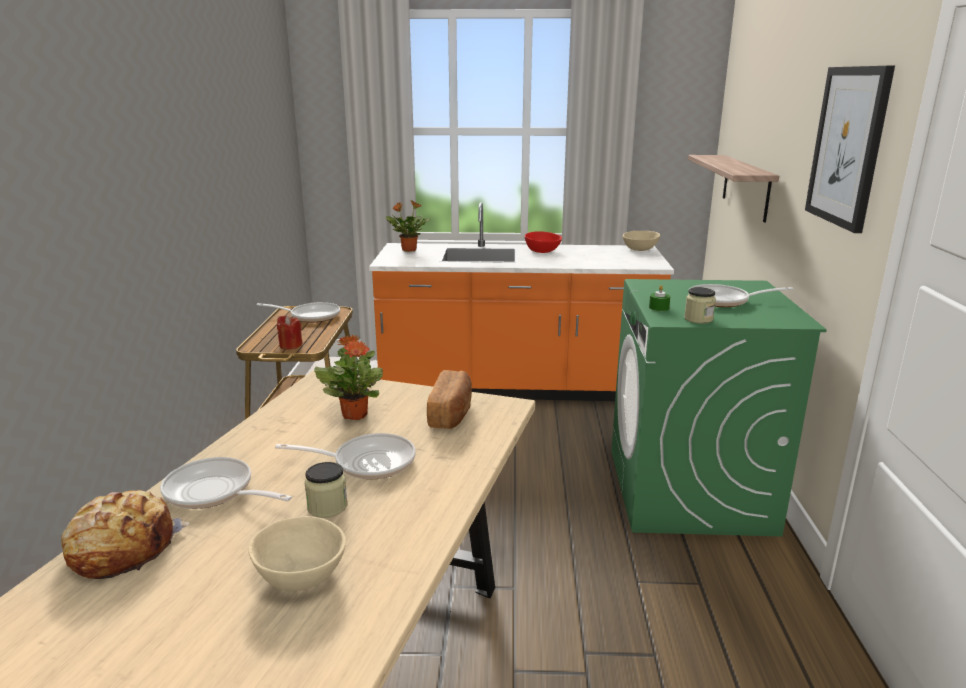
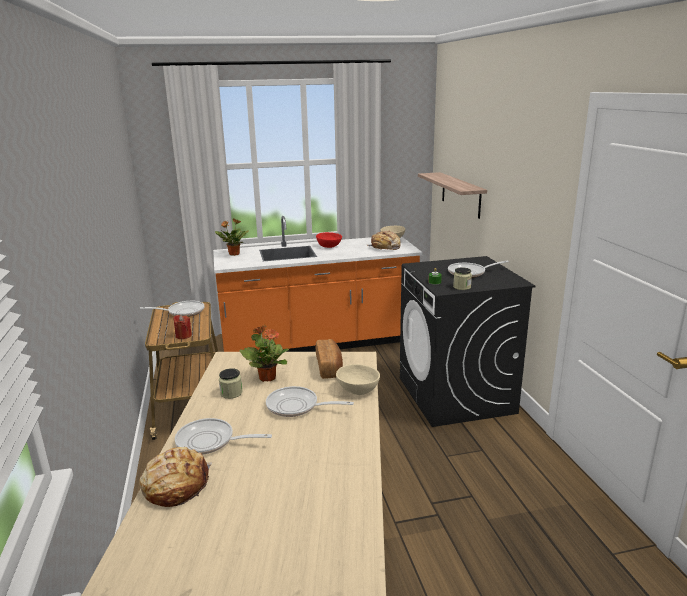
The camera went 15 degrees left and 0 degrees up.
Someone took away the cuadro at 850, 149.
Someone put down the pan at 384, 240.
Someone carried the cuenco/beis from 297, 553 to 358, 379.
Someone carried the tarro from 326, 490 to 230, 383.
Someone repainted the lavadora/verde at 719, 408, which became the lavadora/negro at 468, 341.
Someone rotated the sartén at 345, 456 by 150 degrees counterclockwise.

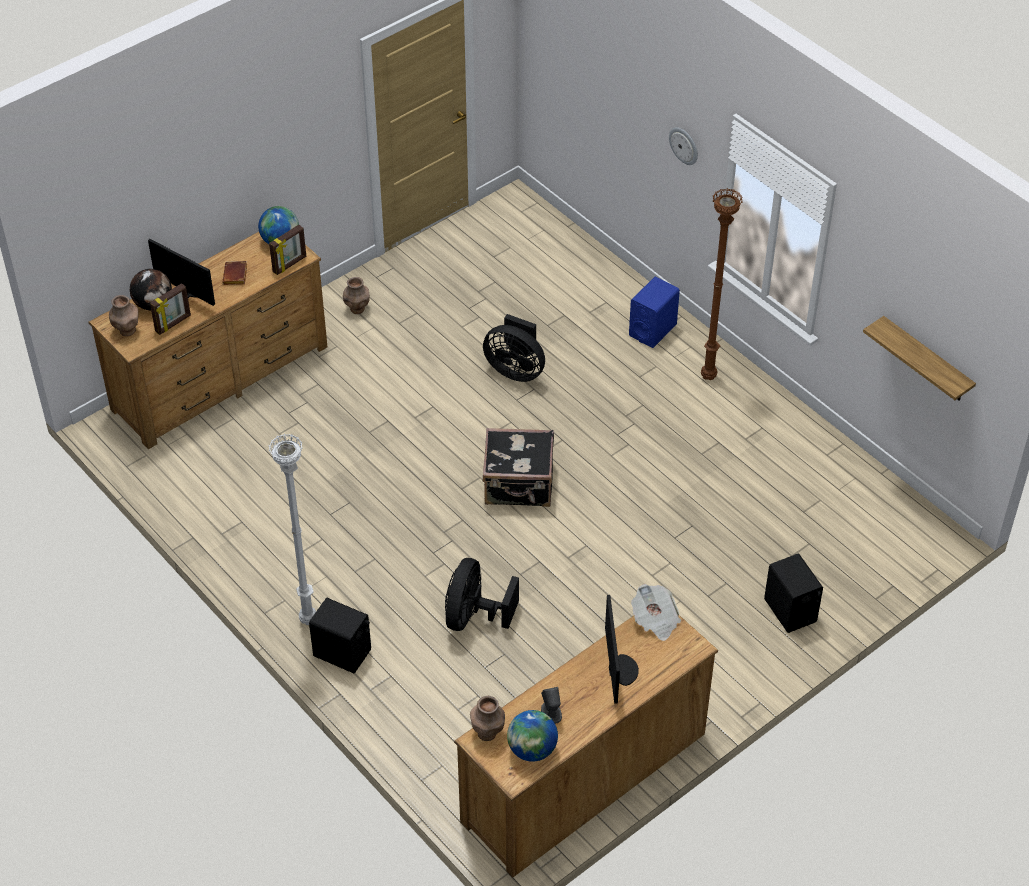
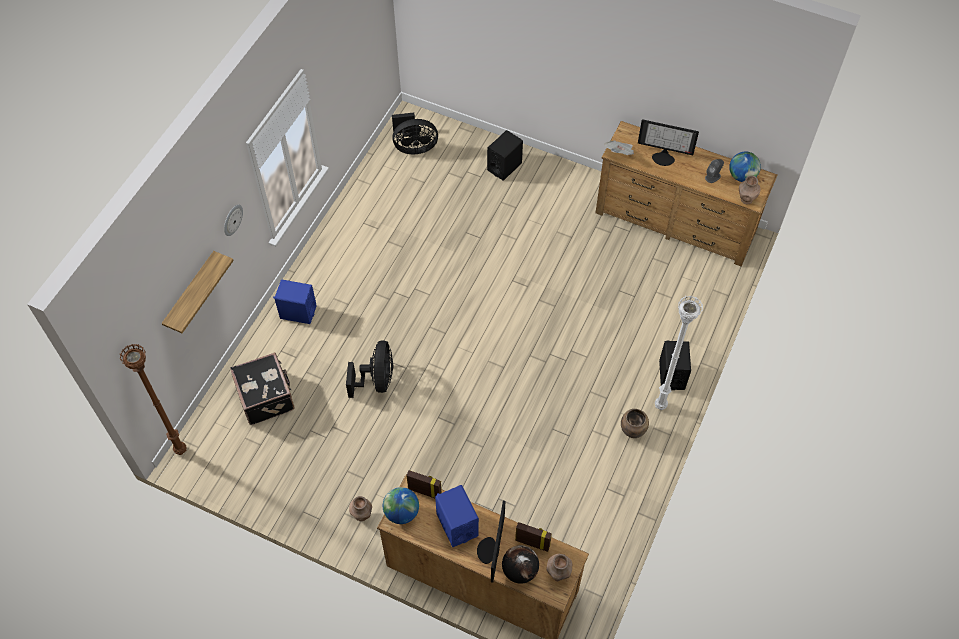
The camera went 115 degrees left and 10 degrees up.
Someone put down the florero/marrón at 635, 423.
Someone carried the ventilador/negro from 482, 594 to 415, 133.
Someone carried the maleta/negro from 518, 467 to 262, 389.
Someone carried the lámpara de pie/marrón from 722, 284 to 153, 399.
Someone carried the estante from 919, 358 to 197, 292.
Someone swapped the libro/marrón at 234, 273 for the altavoz/azul at 457, 516.
Someone rotated the monitor at 622, 649 by 135 degrees counterclockwise.

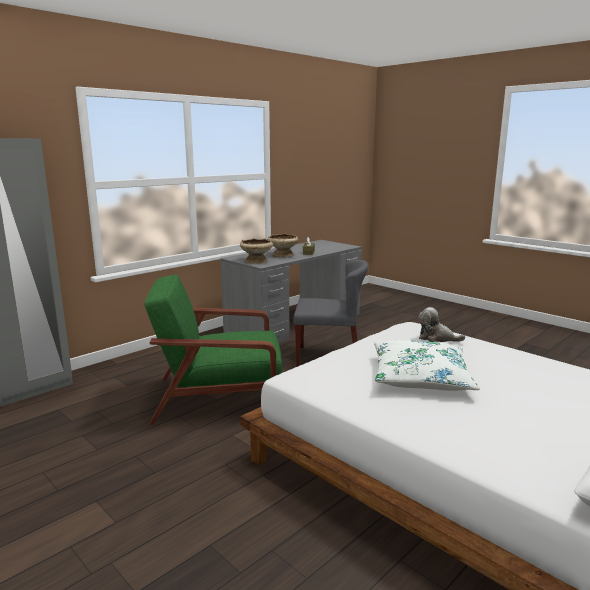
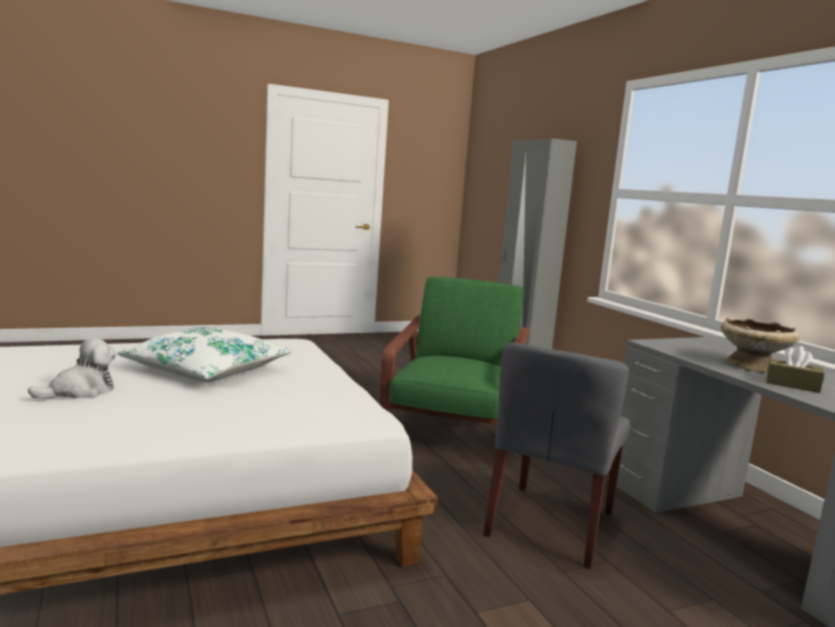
The camera went 110 degrees right and 5 degrees down.
Someone took away the cuenco/beis at 256, 251.
Someone carried the peluche from 441, 324 to 72, 368.

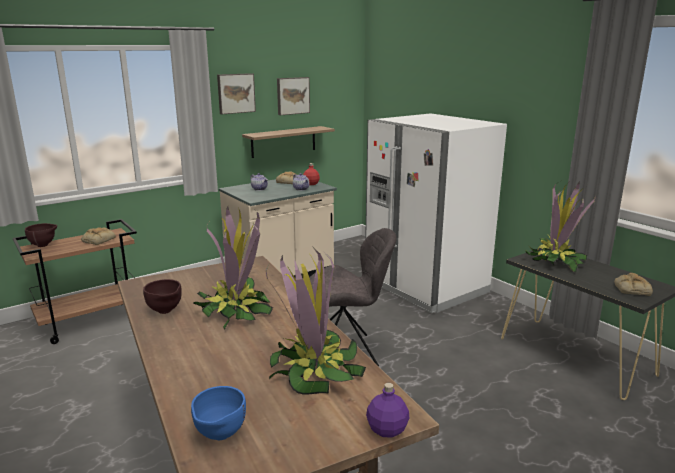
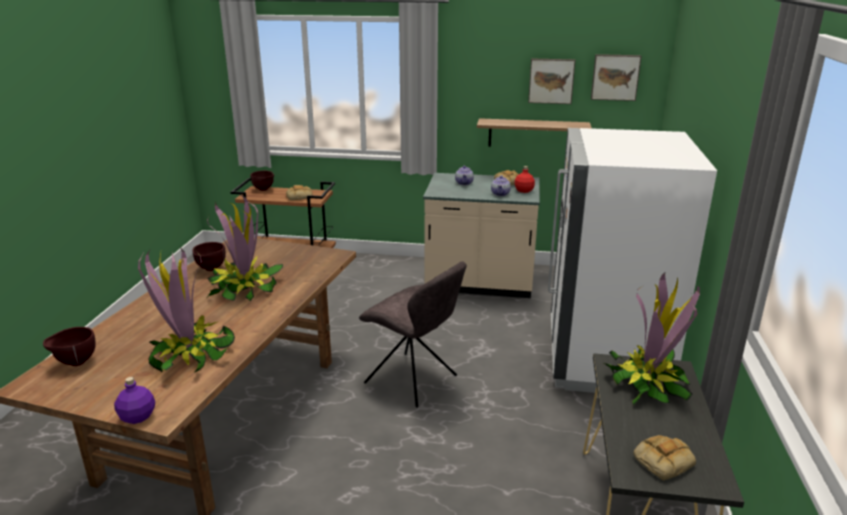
The camera went 45 degrees right and 5 degrees up.
Someone carried the cuadro from 236, 93 to 616, 77.
Someone repainted the cuenco/azul at 218, 413, which became the cuenco/marrón at 69, 346.

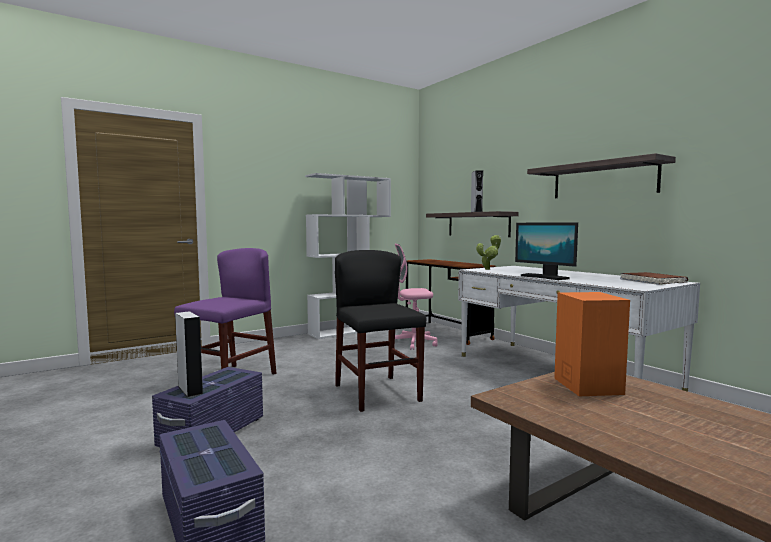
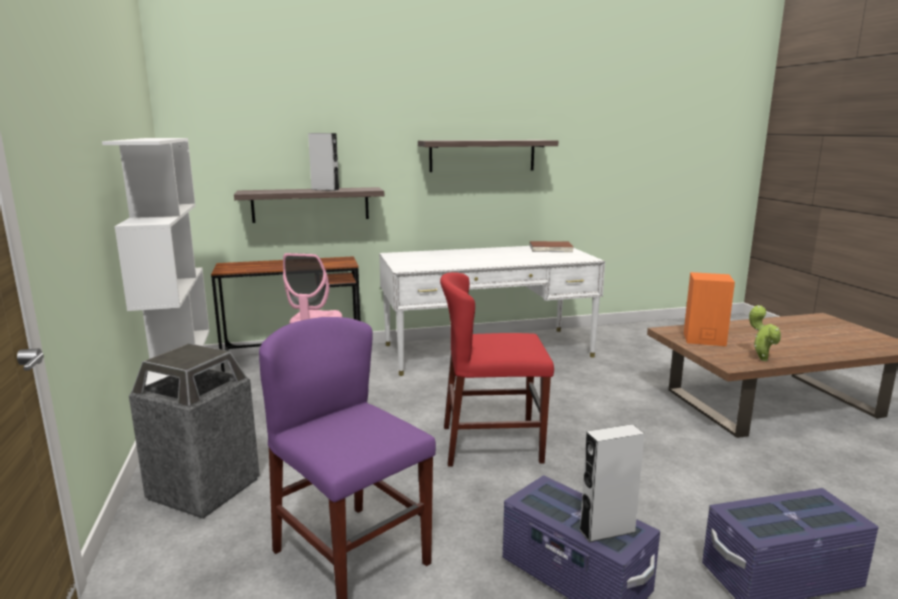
The camera went 70 degrees left and 10 degrees up.
Someone took away the monitor at 546, 251.
Someone put down the papelera at 194, 431.
Someone carried the planta en maceta from 488, 252 to 765, 333.
Someone repainted the silla/negro at 380, 331, which became the silla/rojo at 497, 369.

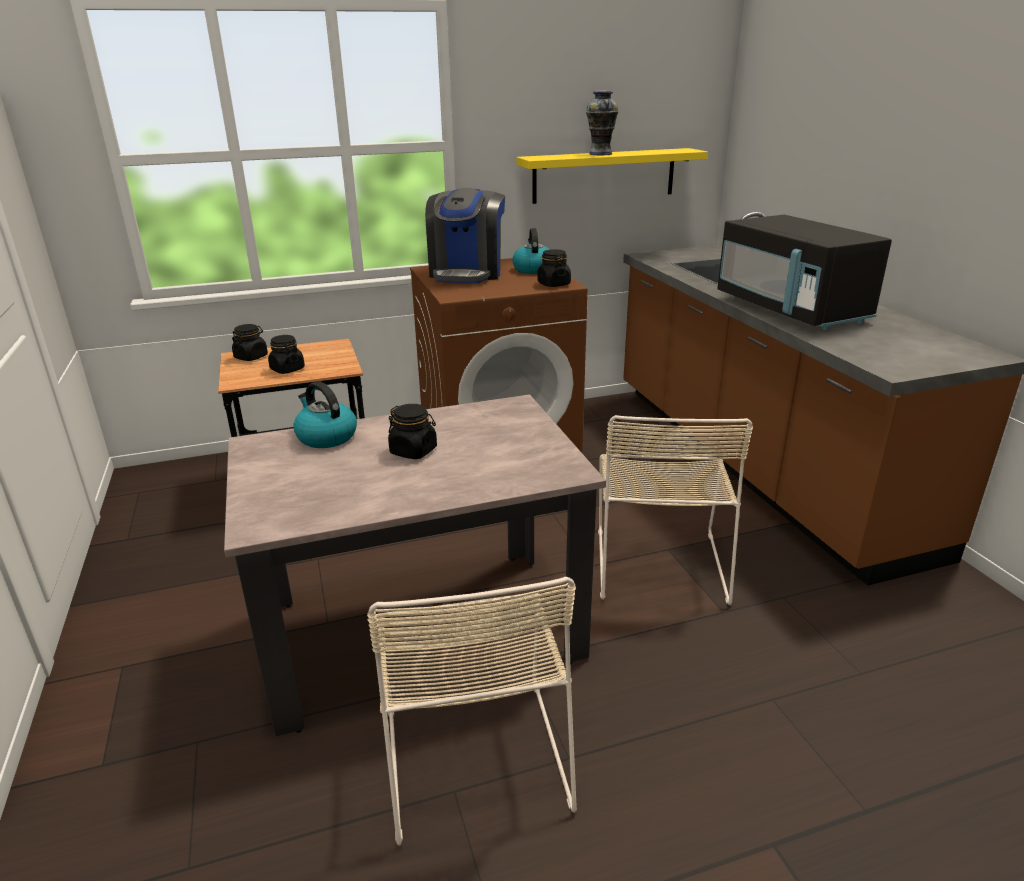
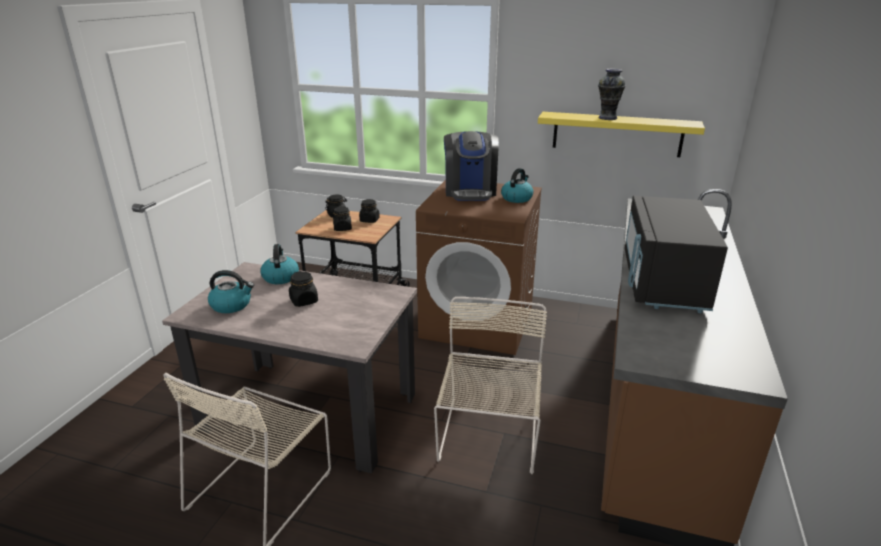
The camera went 35 degrees right and 0 degrees up.
Someone put down the hervidor at 231, 291.
Someone carried the tarro/negro from 554, 268 to 369, 211.
Someone rotated the cafetera at 465, 235 by 45 degrees counterclockwise.
Someone rotated the silla/beis at 675, 510 by 150 degrees clockwise.

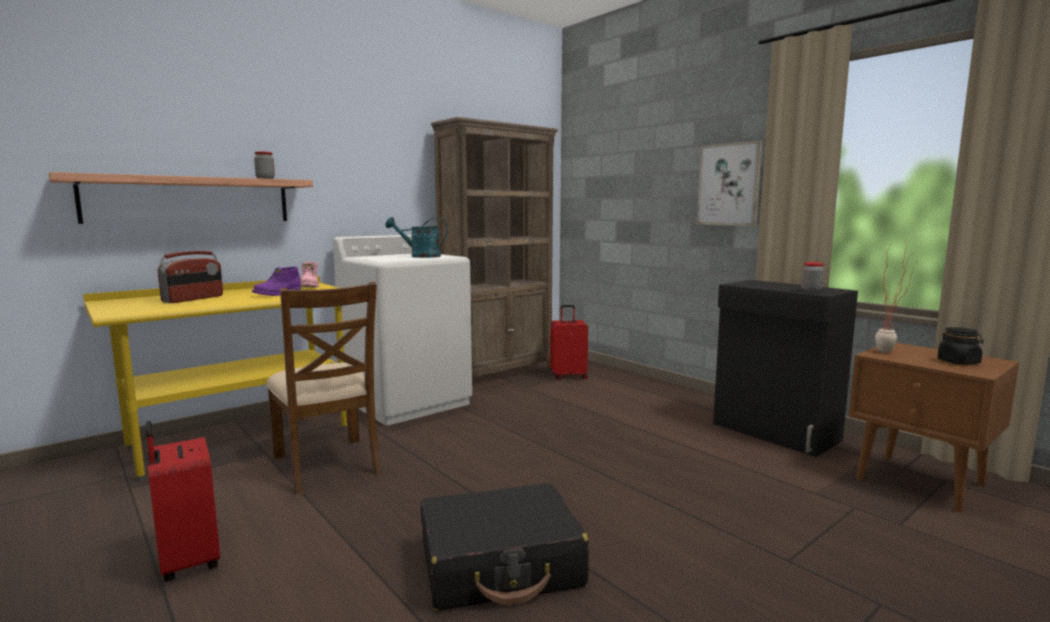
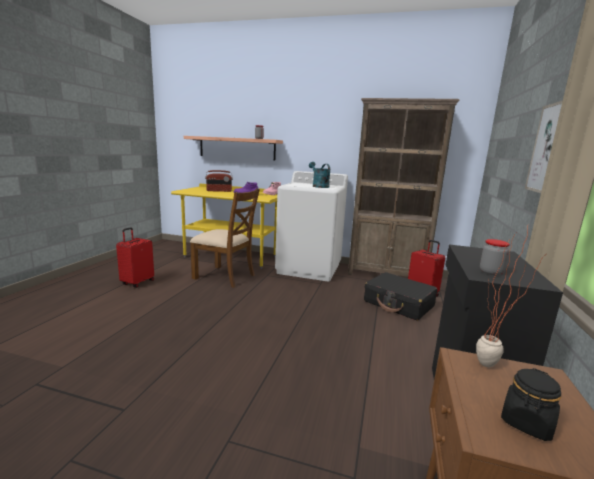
The camera went 55 degrees right and 5 degrees up.
Someone carried the maleta/negro from 505, 546 to 400, 296.
Someone rotated the silla/marrón at 324, 388 by 90 degrees counterclockwise.

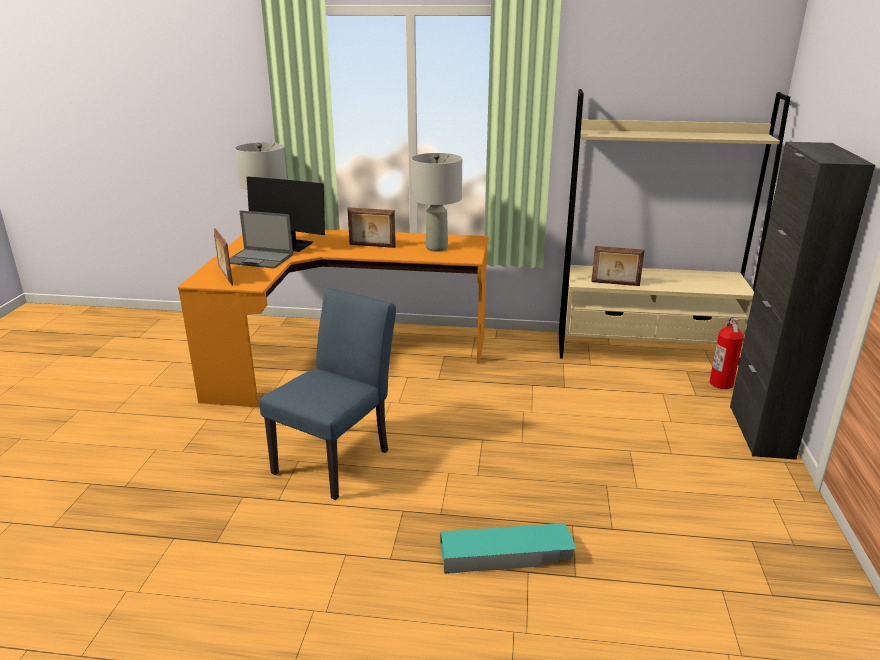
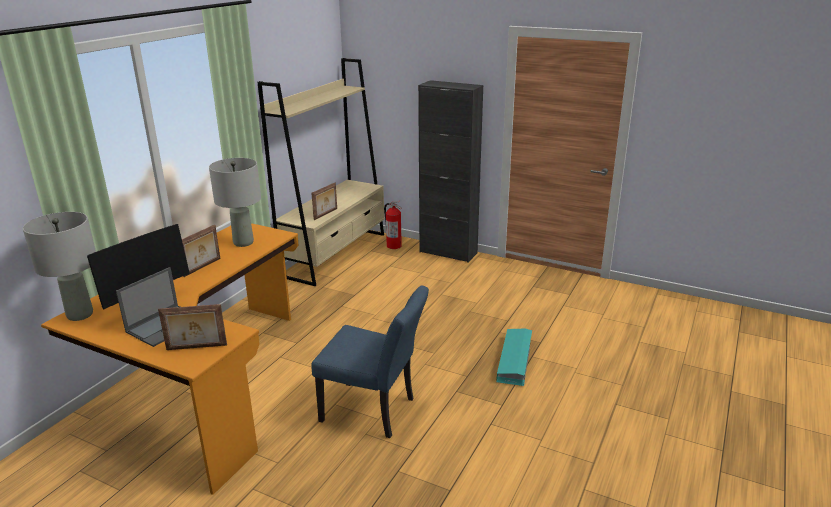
The camera went 70 degrees left and 0 degrees up.
Someone rotated the silla/azul at 327, 394 by 150 degrees clockwise.

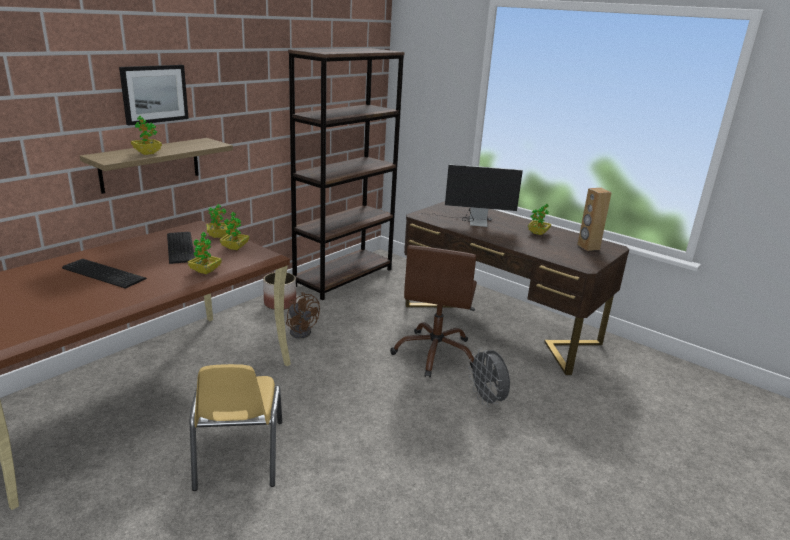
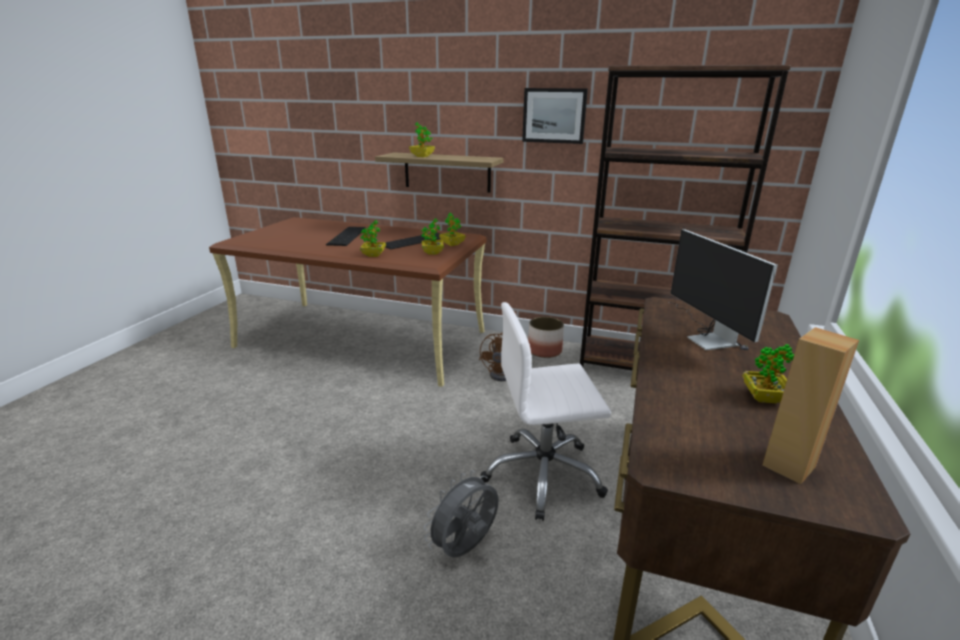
The camera went 70 degrees right and 0 degrees up.
Someone took away the silla/amarillo at 236, 427.
Someone carried the cuadro from 154, 95 to 555, 116.
Someone repainted the silla de oficina/marrón at 433, 311, which became the silla de oficina/blanco at 546, 411.

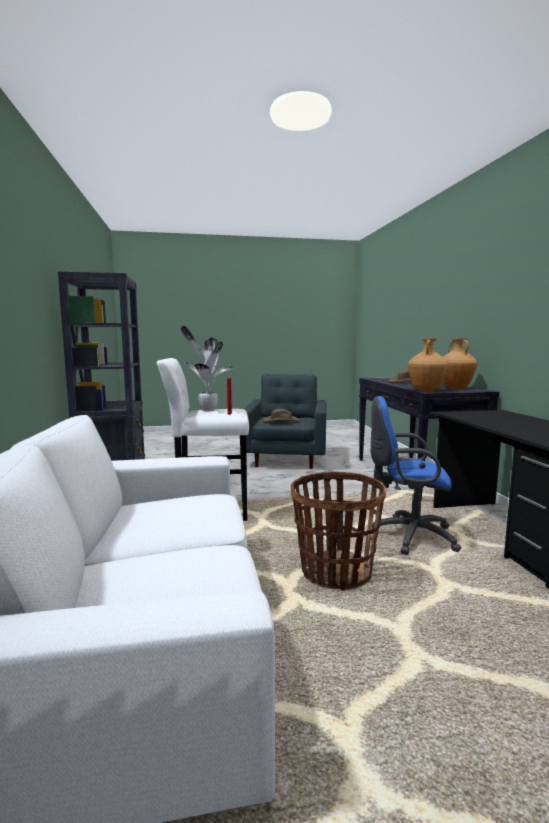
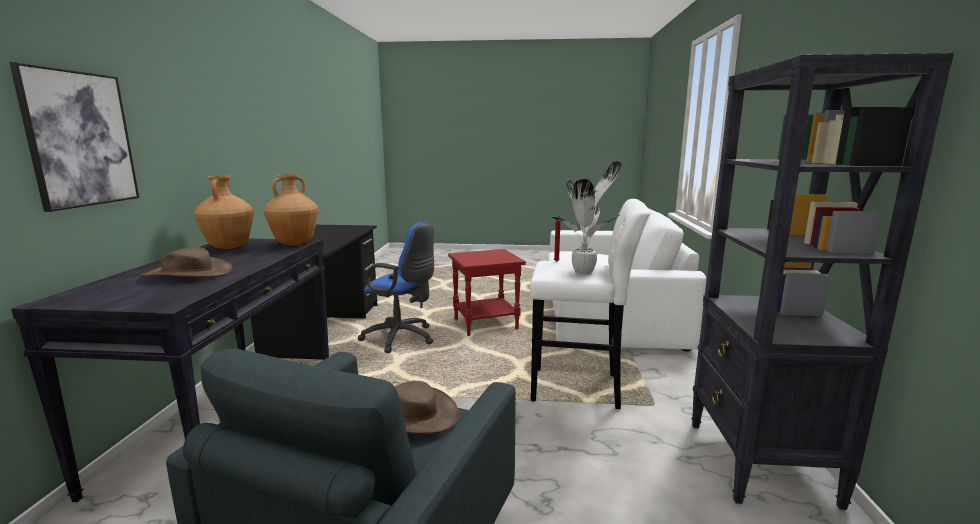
The camera went 165 degrees left and 5 degrees up.
Someone put up the cuadro at 74, 137.
Someone swapped the cesta at 338, 531 for the mesa auxiliar/rojo at 487, 292.

